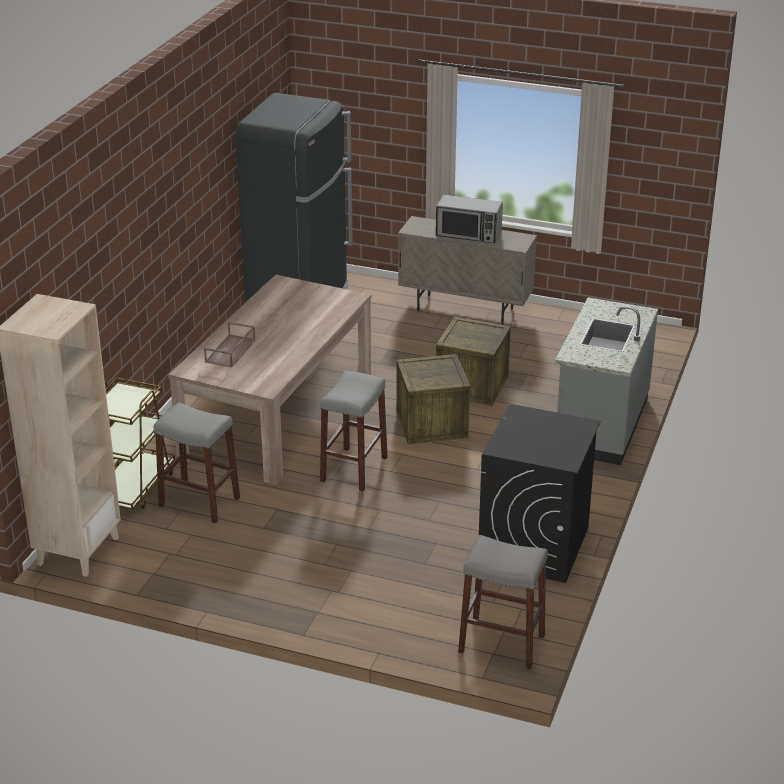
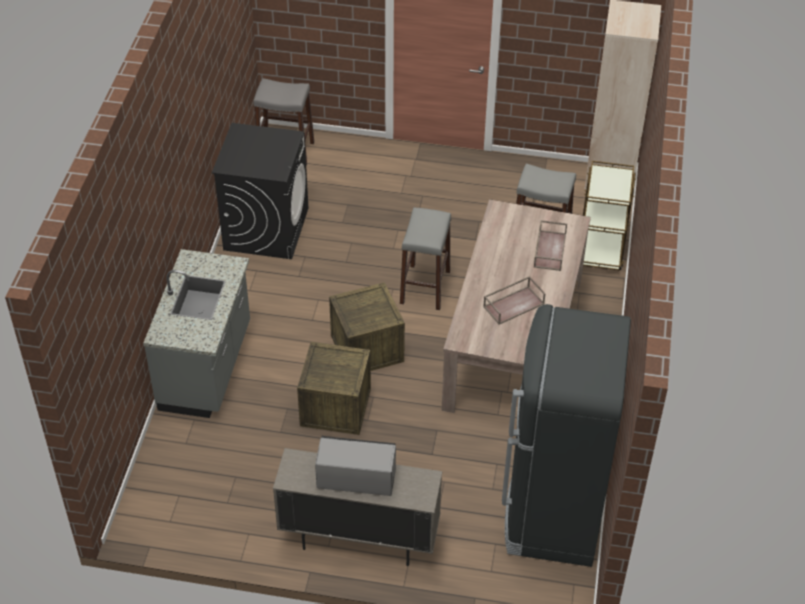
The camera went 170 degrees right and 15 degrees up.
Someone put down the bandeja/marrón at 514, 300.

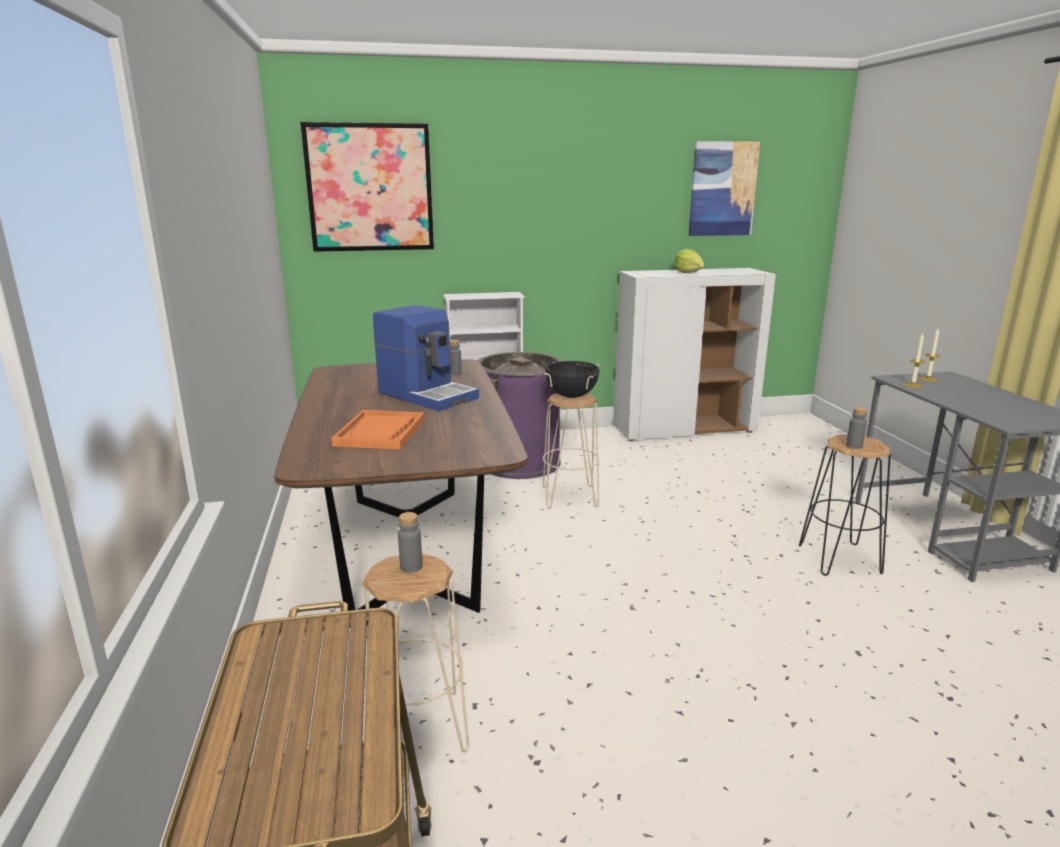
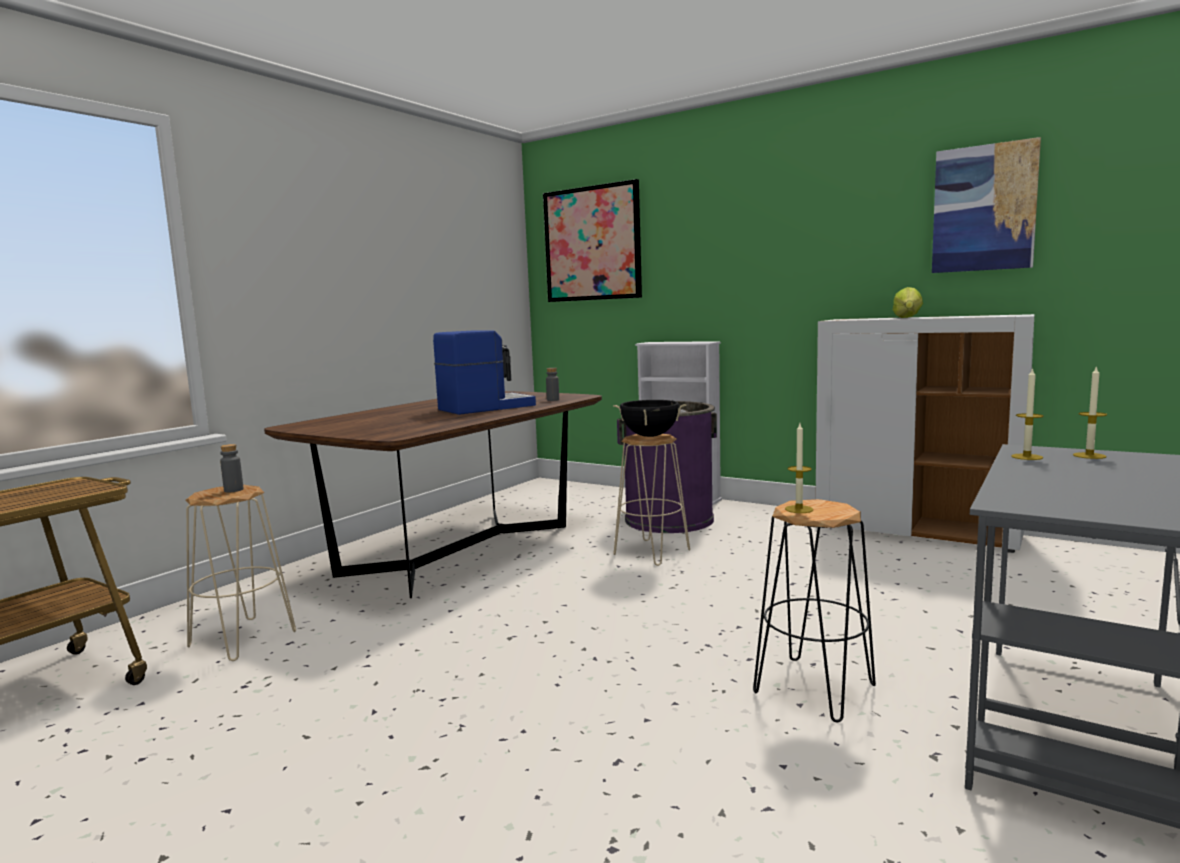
The camera went 45 degrees right and 10 degrees down.
Someone took away the bandeja/naranja at 378, 430.
Someone swapped the botella/gris at 856, 428 for the vela at 799, 468.
Someone rotated the cafetera at 426, 358 by 120 degrees counterclockwise.

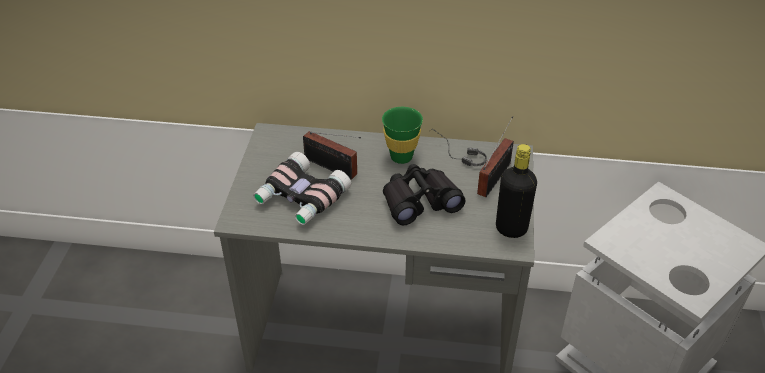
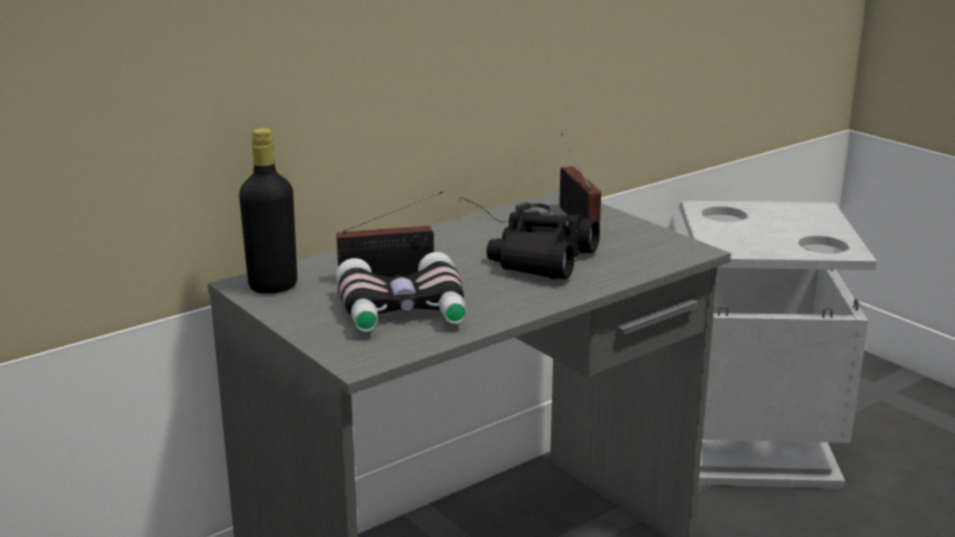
The camera went 45 degrees left and 20 degrees down.
Someone took away the taza/verde at 402, 135.
Someone carried the botella/negro from 516, 191 to 268, 211.

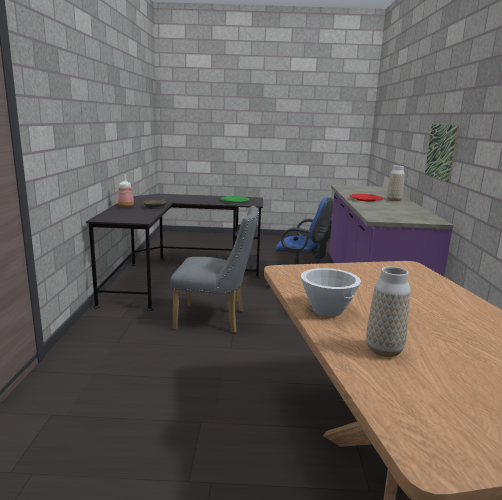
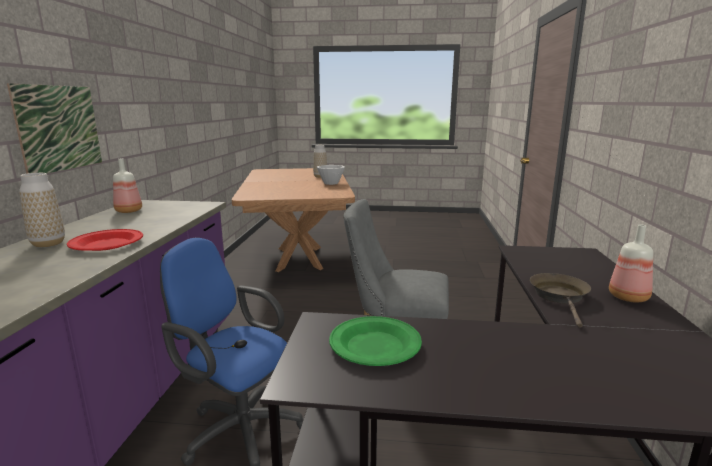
The camera went 175 degrees left and 0 degrees up.
Someone put down the botella at 127, 186.

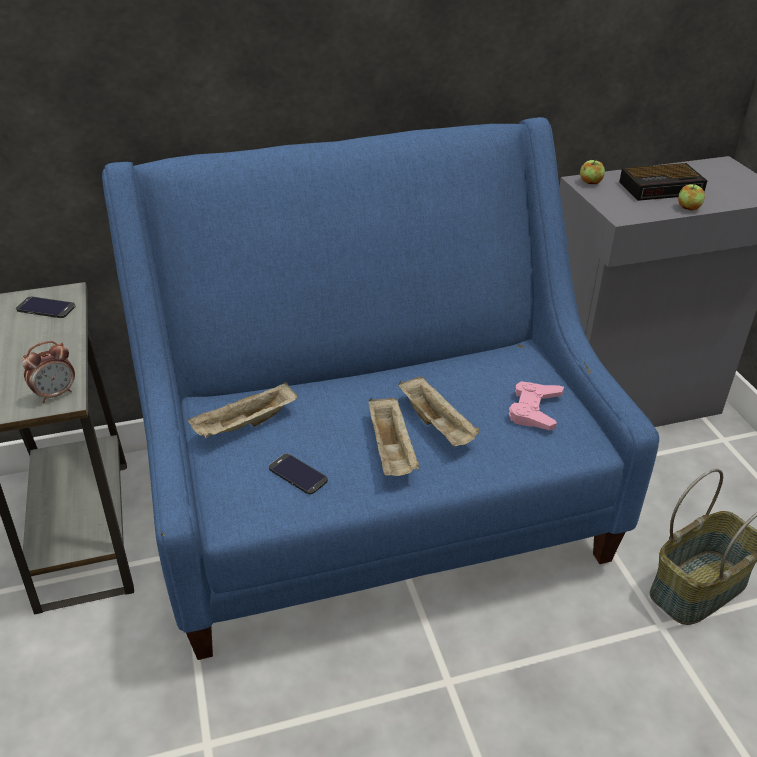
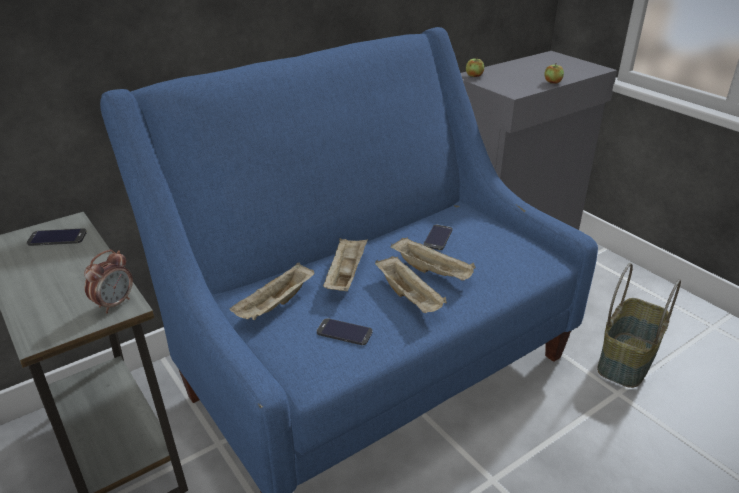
The camera went 20 degrees left and 5 degrees down.
Someone took away the mando de consola/rosa at 536, 405.
Someone took away the despertador at 663, 182.
Someone put down the bandeja/beis at 345, 264.
Someone put down the móvil at 438, 237.

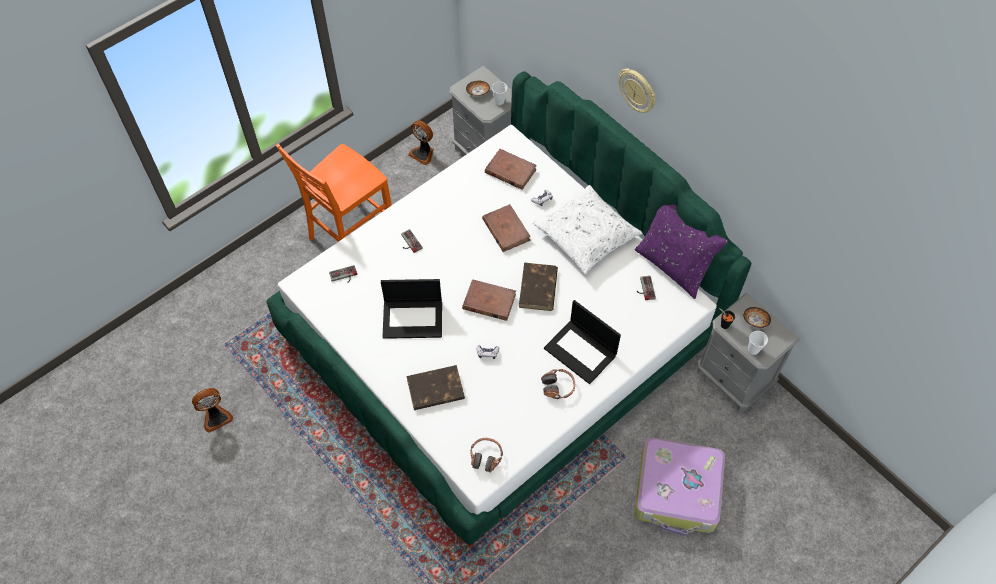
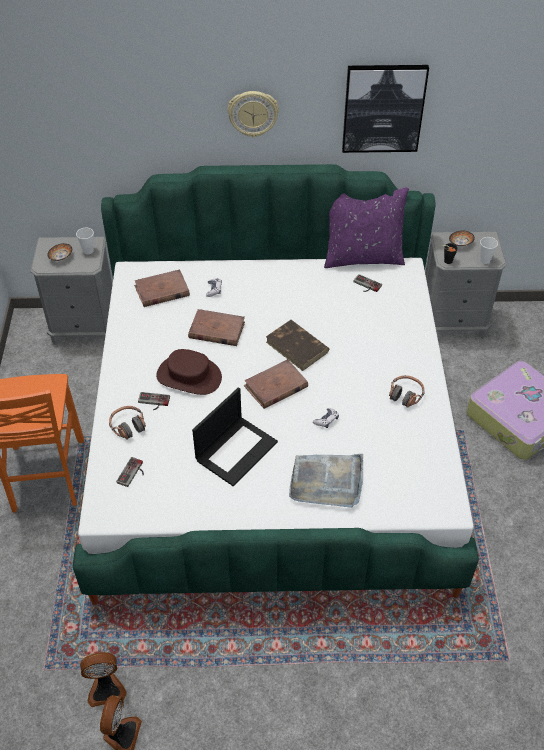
The camera went 50 degrees left and 10 degrees down.
Someone took away the cojín/blanco at 587, 229.
Someone took away the portátil at 582, 342.
Someone put down the sombrero/marrón at 189, 372.
Someone put up the cuadro at 385, 109.
Someone carried the ventilador from 421, 142 to 103, 679.
Someone carried the auriculares from 486, 455 to 127, 423.
Someone swapped the libro/marrón at 435, 387 for the bandeja/gris at 326, 481.

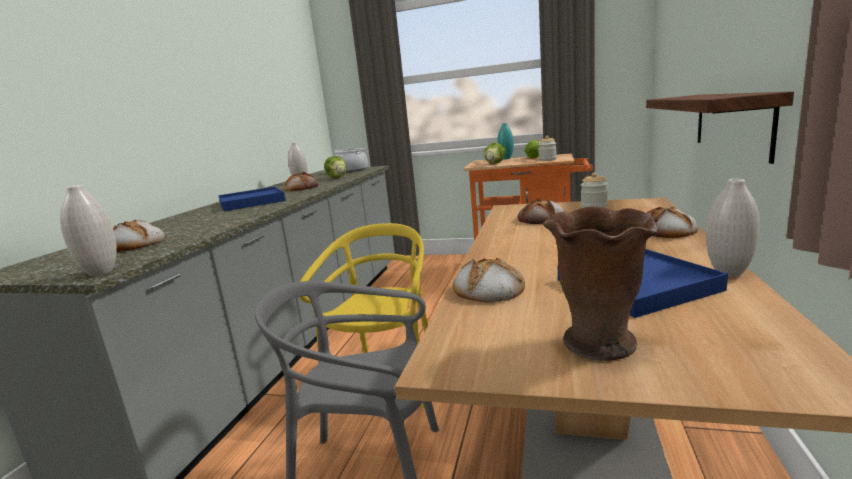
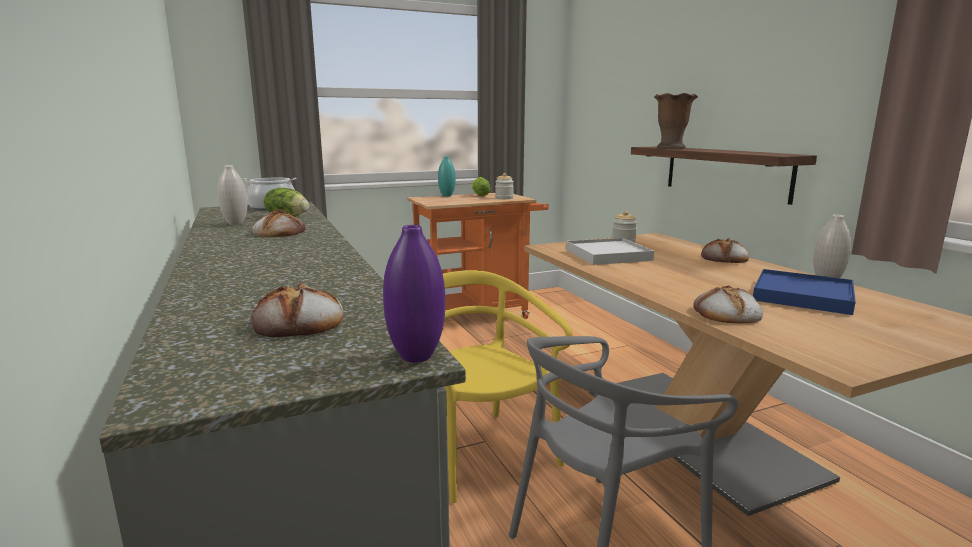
The camera went 40 degrees left and 0 degrees up.
Someone took away the bandeja/azul at 252, 199.
Someone took away the lechuga at 495, 153.
Someone carried the florero/marrón from 600, 283 to 676, 120.
Someone swapped the pan at 541, 211 for the bandeja/blanco at 610, 251.
Someone repainted the florero/blanco at 88, 230, which became the florero/morado at 414, 294.

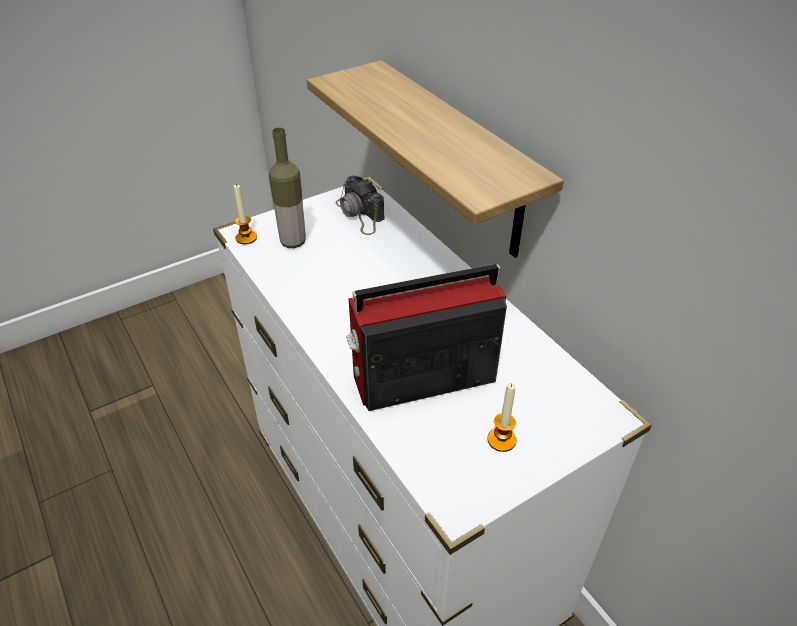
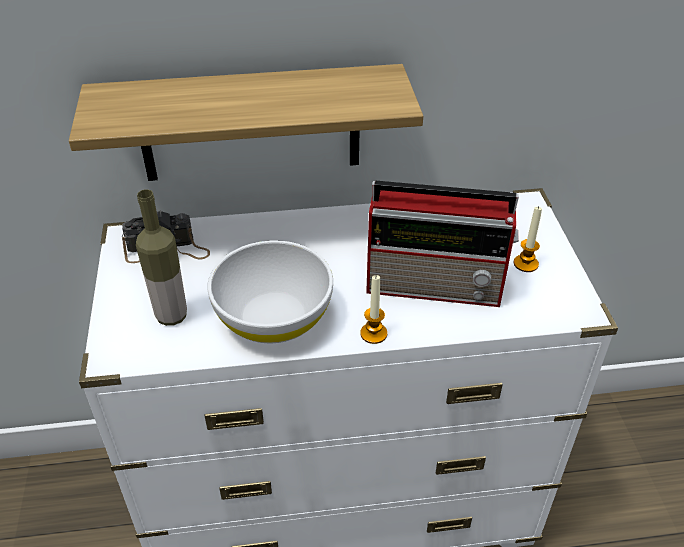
The camera went 65 degrees left and 0 degrees up.
Someone put down the cuenco/blanco at 270, 292.
Someone carried the vela from 245, 214 to 373, 309.
Someone rotated the radio at 426, 337 by 90 degrees counterclockwise.

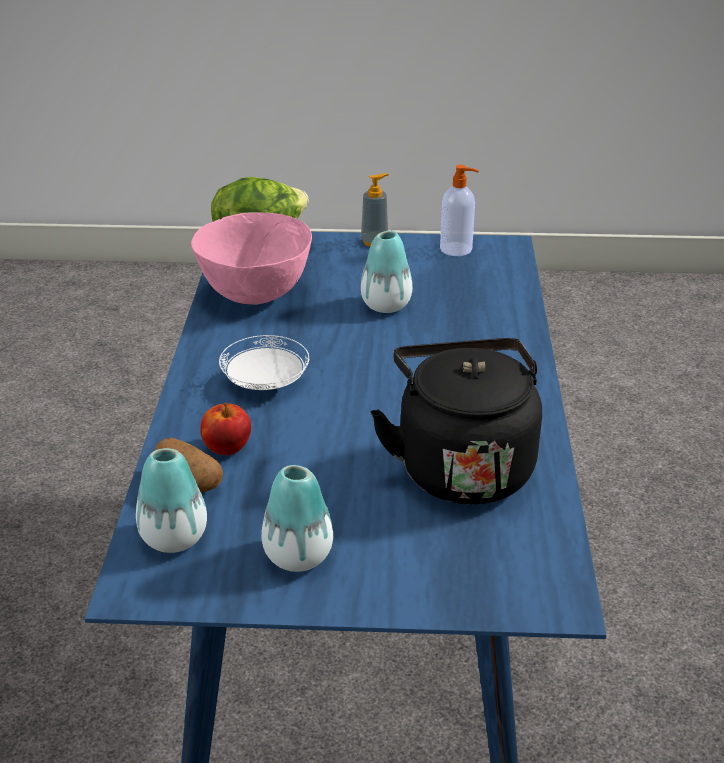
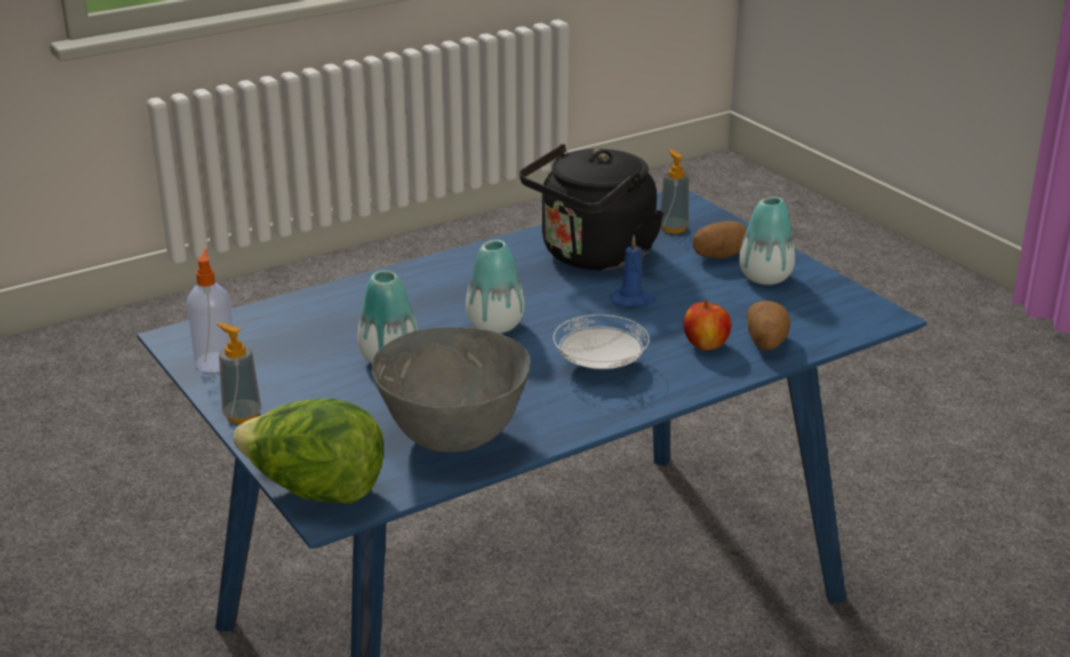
The camera went 125 degrees left and 5 degrees down.
Someone put down the vela/azul at 633, 271.
Someone put down the dispensador de jabón at 674, 191.
Someone put down the patata at 720, 239.
Someone carried the florero from 171, 500 to 495, 286.
Someone repainted the cuenco/rosa at 251, 258, which became the cuenco/gris at 450, 389.

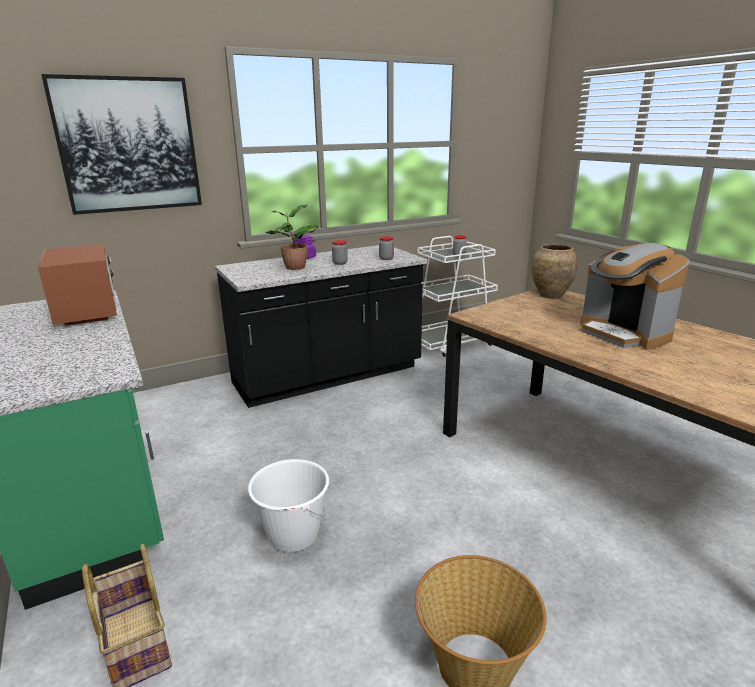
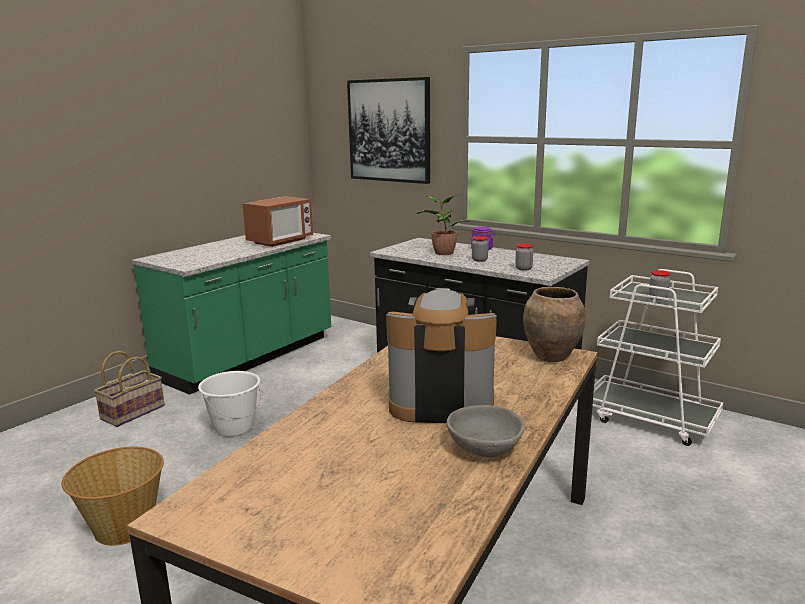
The camera went 65 degrees right and 5 degrees down.
Someone put down the cuenco/gris at 485, 431.
Someone rotated the cafetera at 635, 296 by 60 degrees clockwise.

